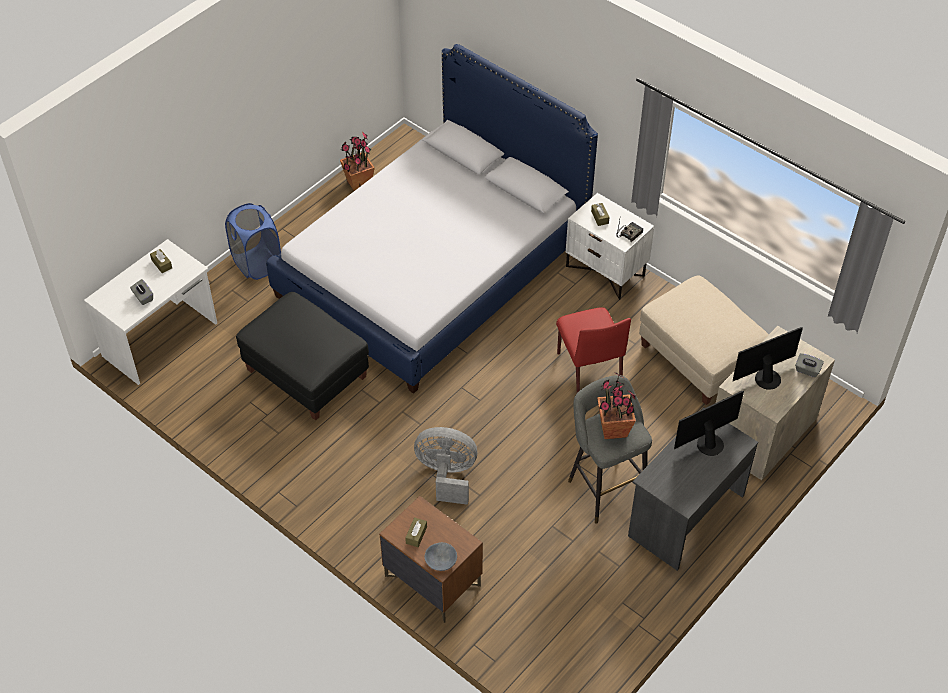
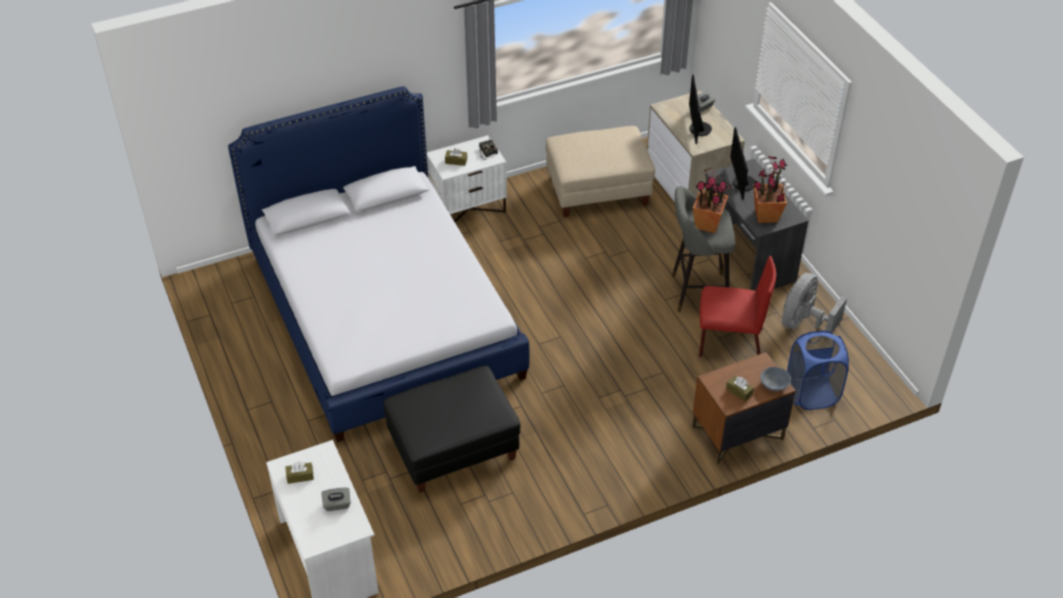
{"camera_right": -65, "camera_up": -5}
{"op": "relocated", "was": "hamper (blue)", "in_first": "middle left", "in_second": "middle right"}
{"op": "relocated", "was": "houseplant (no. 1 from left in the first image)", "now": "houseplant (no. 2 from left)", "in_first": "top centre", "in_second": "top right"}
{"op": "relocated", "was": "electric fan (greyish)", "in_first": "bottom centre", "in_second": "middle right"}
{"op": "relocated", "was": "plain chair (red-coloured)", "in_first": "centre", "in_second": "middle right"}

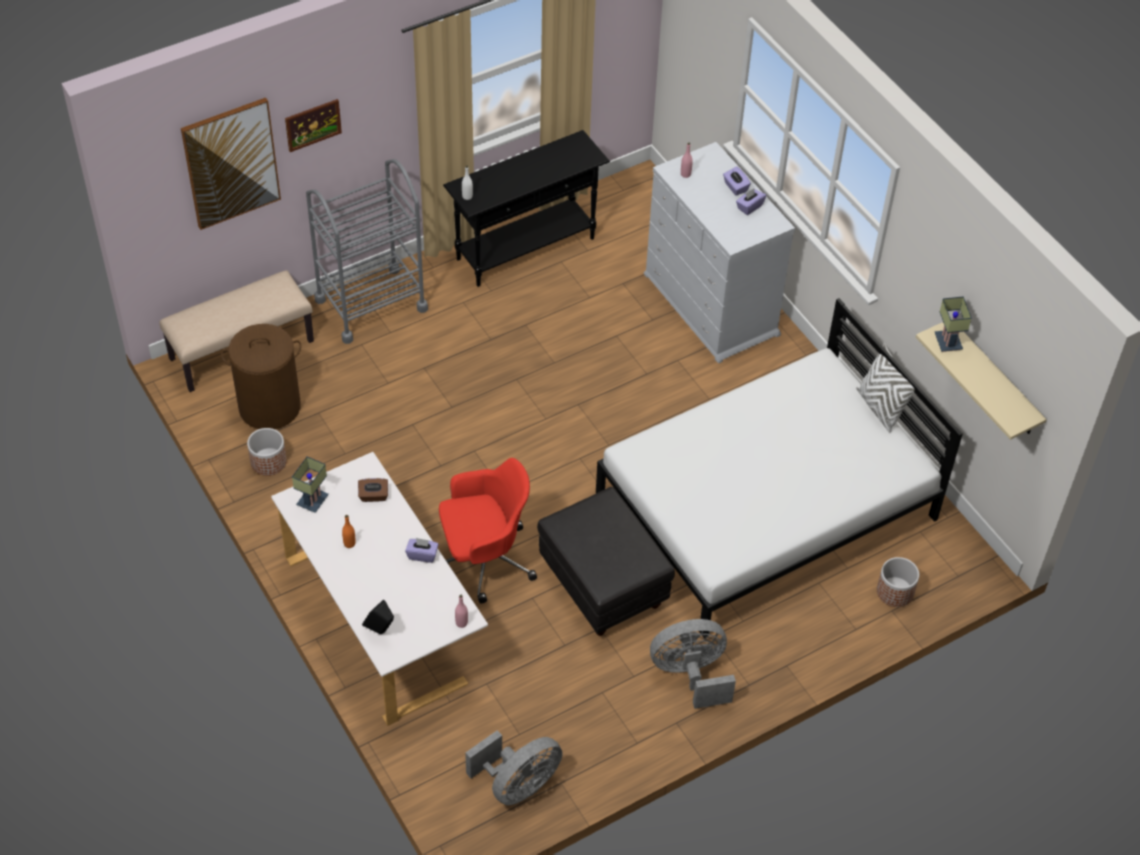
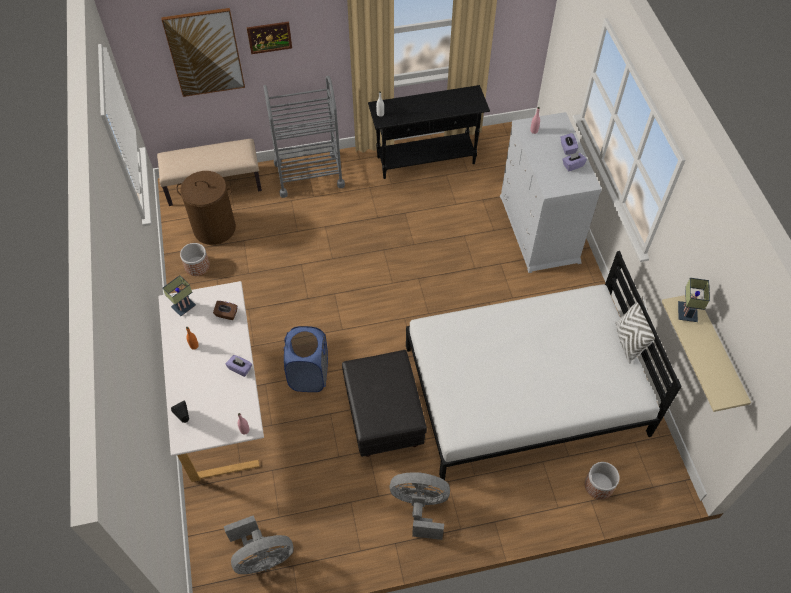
{"camera_right": 20, "camera_up": 5}
{"op": "exchanged", "was": "office chair (red-coloured)", "now": "hamper (blue)", "in_first": "centre", "in_second": "centre"}

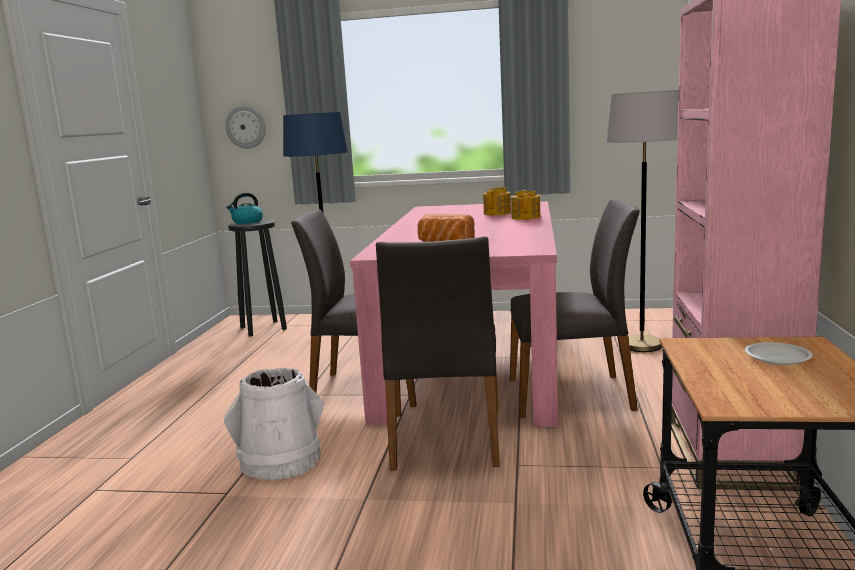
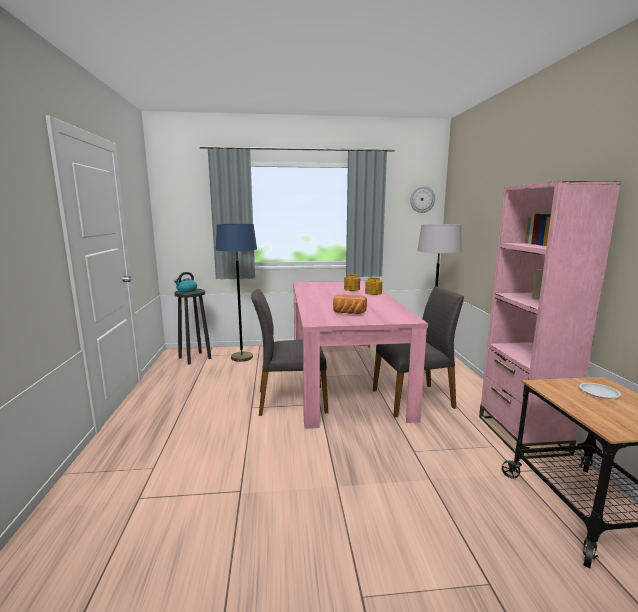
{"camera_right": -15, "camera_up": 0}
{"op": "missing", "was": "bucket (whitish)", "in_first": "bottom left"}
{"op": "missing", "was": "plain chair (greyish) (no. 2 from left)", "in_first": "centre"}
{"op": "relocated", "was": "hanging clock", "in_first": "top left", "in_second": "top centre"}

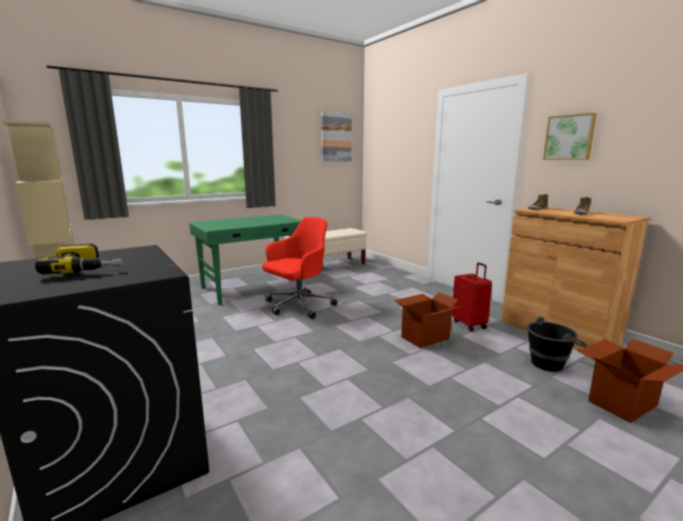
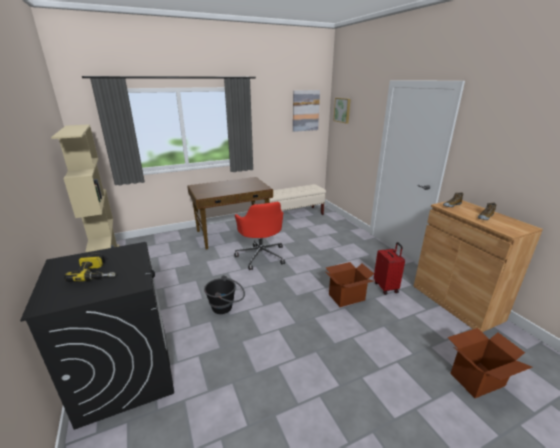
{"camera_right": 10, "camera_up": 10}
{"op": "relocated", "was": "bucket (blackish)", "in_first": "middle right", "in_second": "centre"}
{"op": "relocated", "was": "picture (no. 2 from left)", "in_first": "top right", "in_second": "top centre"}
{"op": "colour", "was": "desk (green-coloured)", "now": "desk (brown)", "in_first": "centre", "in_second": "centre"}
{"op": "spun", "was": "office chair (red-coloured)", "in_first": "centre", "in_second": "centre", "clockwise": 105}

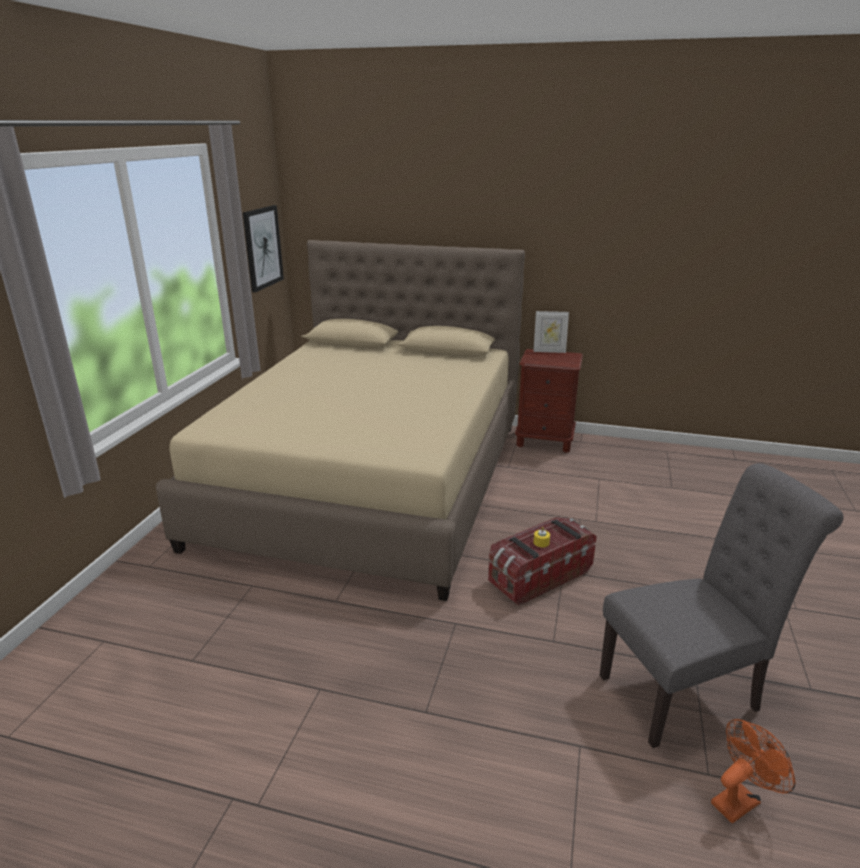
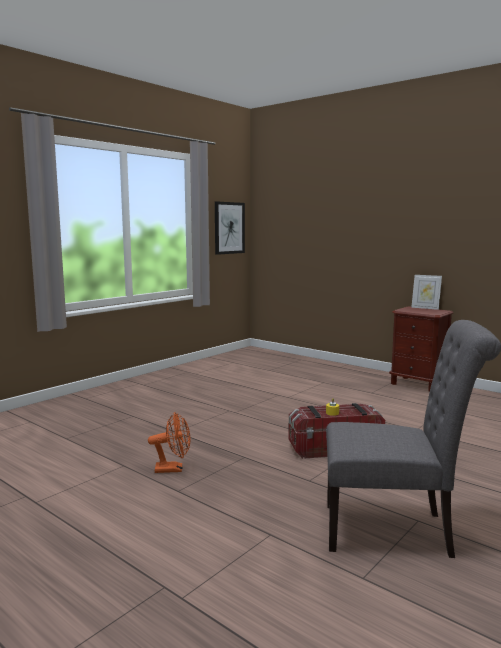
{"camera_right": 25, "camera_up": -15}
{"op": "missing", "was": "bed (beige)", "in_first": "centre"}
{"op": "relocated", "was": "electric fan (orange-coloured)", "in_first": "bottom right", "in_second": "bottom centre"}

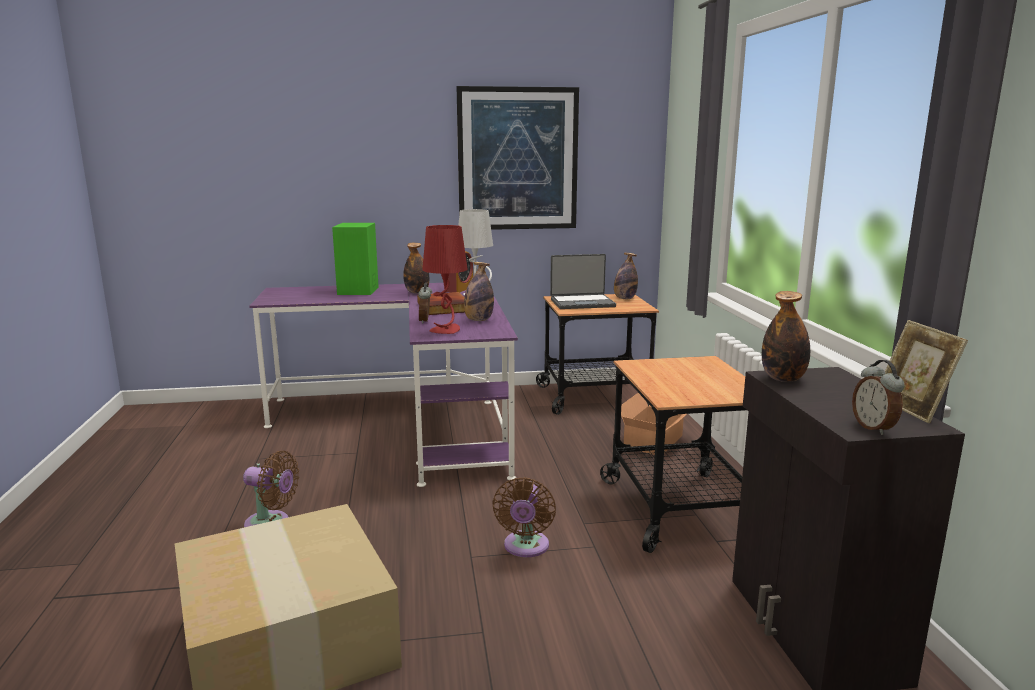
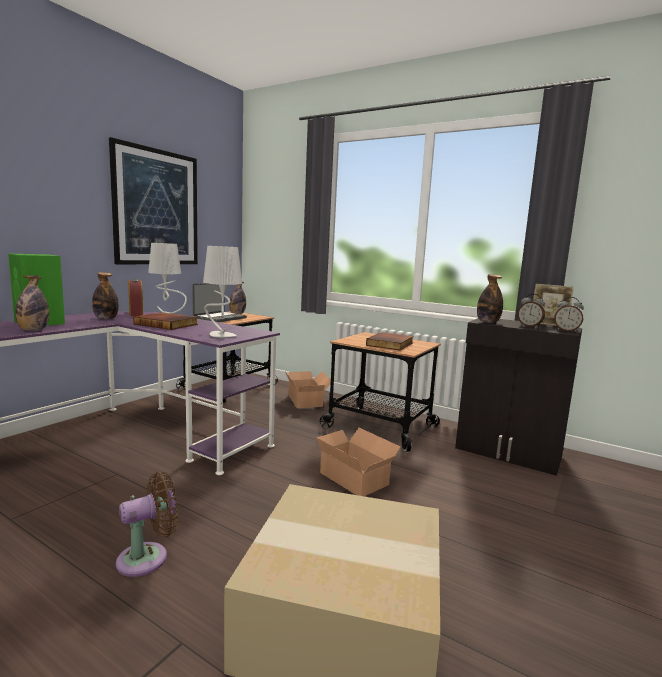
{"camera_right": -50, "camera_up": -5}
{"op": "appeared", "now": "volume (no. 2 from left)", "in_second": "centre"}
{"op": "relocated", "was": "table clock (no. 1 from left in the first image)", "now": "table clock (no. 2 from left)", "in_first": "centre", "in_second": "middle right"}
{"op": "relocated", "was": "drink bottle (no. 2 from left in the first image)", "now": "drink bottle (no. 1 from left)", "in_first": "centre", "in_second": "middle left"}
{"op": "exchanged", "was": "electric fan (brown) (no. 2 from left)", "now": "packing box (no. 3 from left)", "in_first": "bottom centre", "in_second": "bottom centre"}
{"op": "colour", "was": "tabletop lamp (red-coloured)", "now": "tabletop lamp (greyish) (no. 2 from left)", "in_first": "centre", "in_second": "centre"}

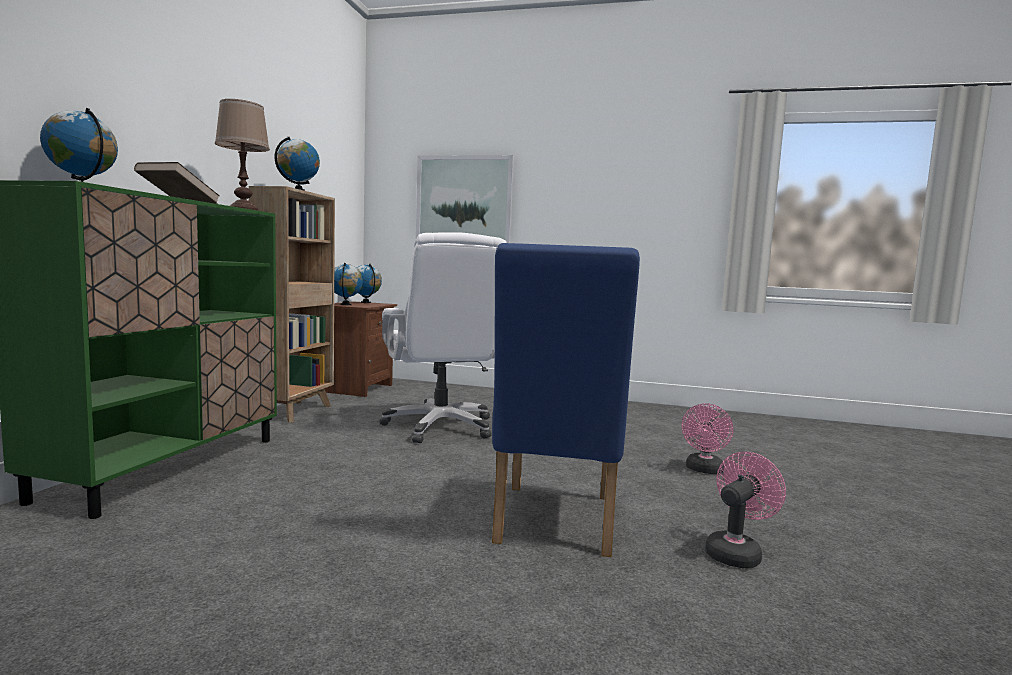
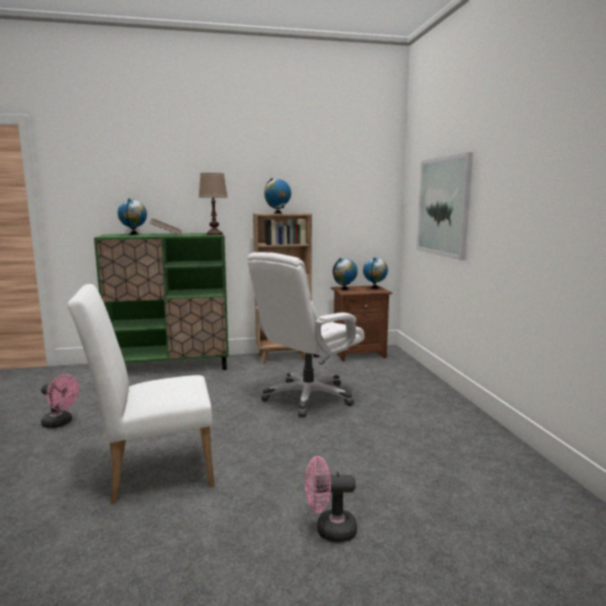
{"camera_right": 65, "camera_up": 5}
{"op": "relocated", "was": "electric fan (pinkish) (no. 2 from left in the first image)", "now": "electric fan (pinkish) (no. 1 from left)", "in_first": "bottom right", "in_second": "middle left"}
{"op": "colour", "was": "plain chair (blue)", "now": "plain chair (whitish)", "in_first": "centre", "in_second": "middle left"}

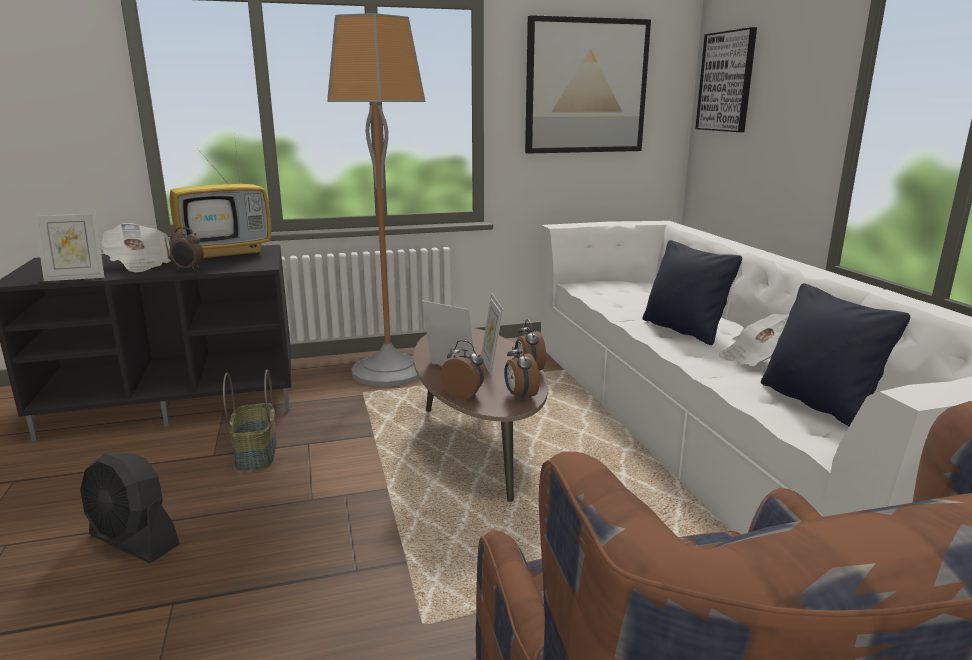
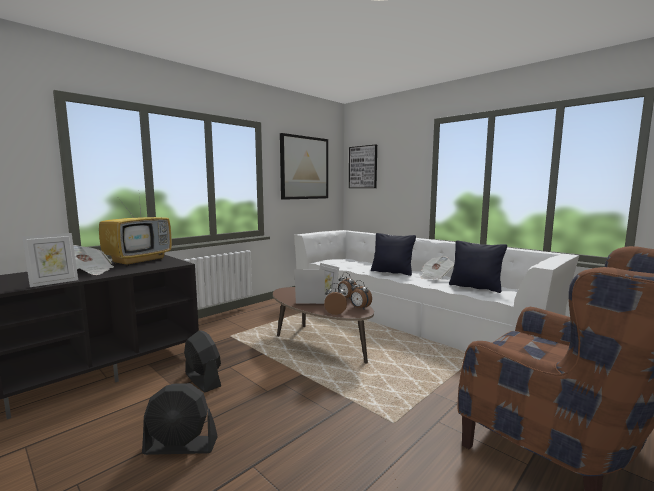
{"camera_right": -30, "camera_up": -10}
{"op": "missing", "was": "table clock (no. 1 from left)", "in_first": "middle left"}
{"op": "missing", "was": "standard lamp", "in_first": "top centre"}
{"op": "exchanged", "was": "household basket", "now": "electric fan (blackish) (no. 2 from left)", "in_first": "middle left", "in_second": "bottom left"}

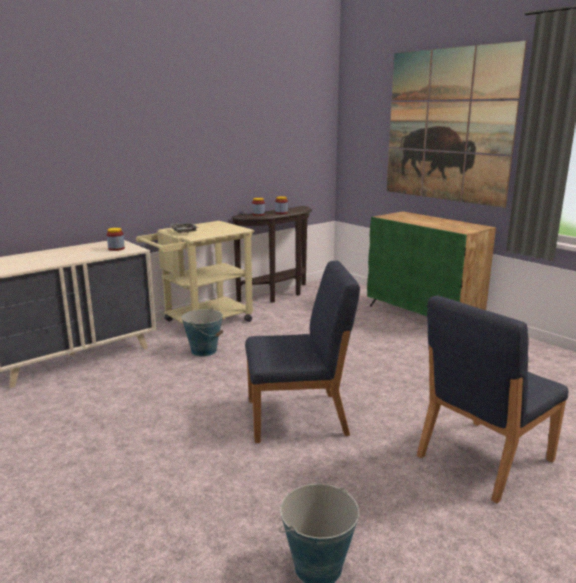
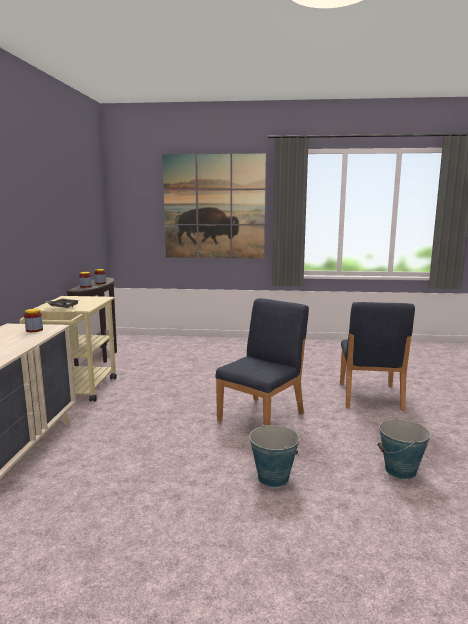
{"camera_right": -45, "camera_up": -5}
{"op": "missing", "was": "cabinet (green-coloured)", "in_first": "middle right"}
{"op": "relocated", "was": "bucket (no. 1 from left)", "in_first": "centre", "in_second": "bottom centre"}

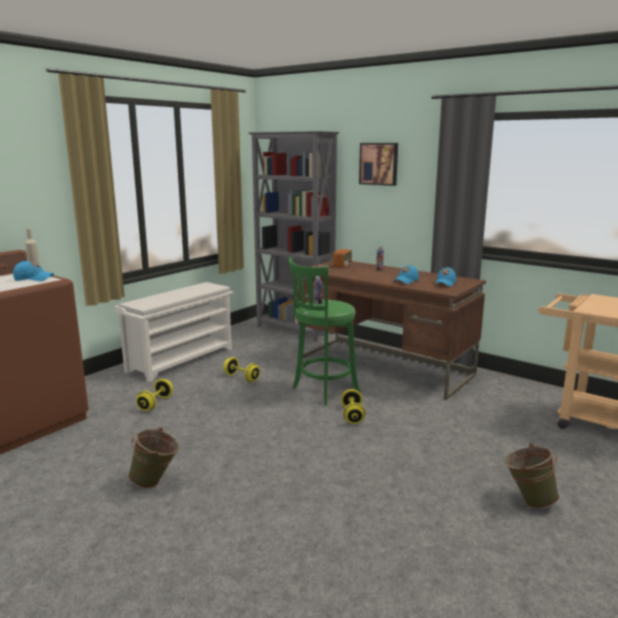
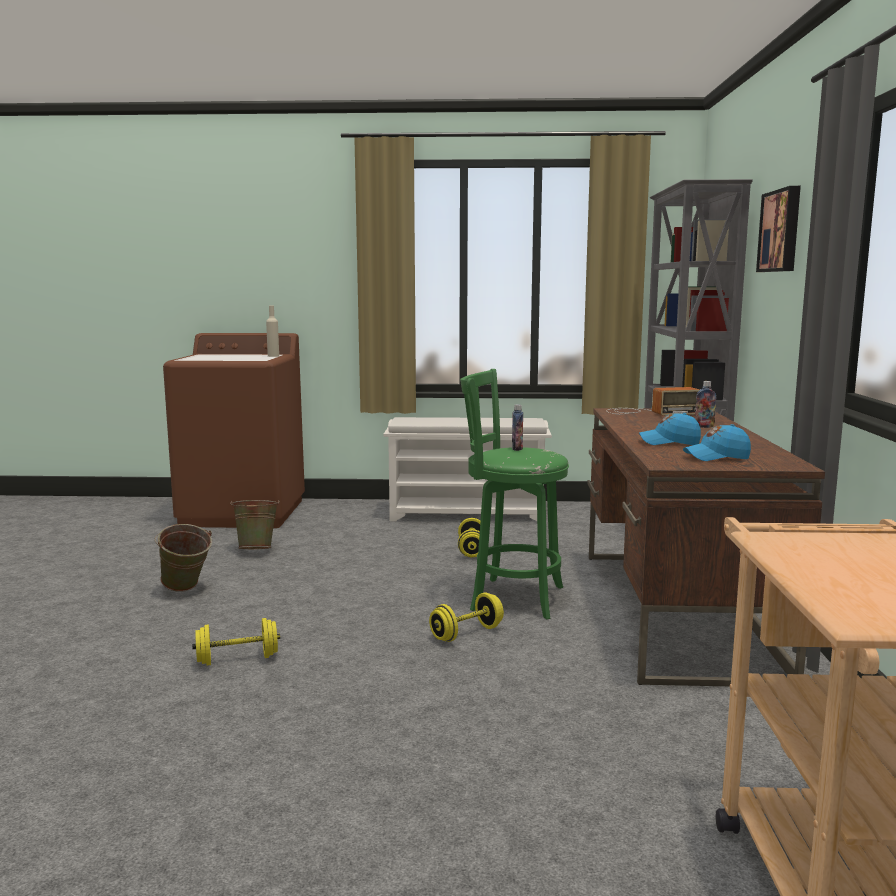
{"camera_right": 55, "camera_up": -5}
{"op": "missing", "was": "peaked cap (blue) (no. 1 from left)", "in_first": "middle left"}
{"op": "relocated", "was": "hand weight (yellow) (no. 1 from left)", "in_first": "middle left", "in_second": "bottom left"}
{"op": "relocated", "was": "bucket (green-coloured) (no. 2 from left)", "in_first": "bottom right", "in_second": "middle left"}

